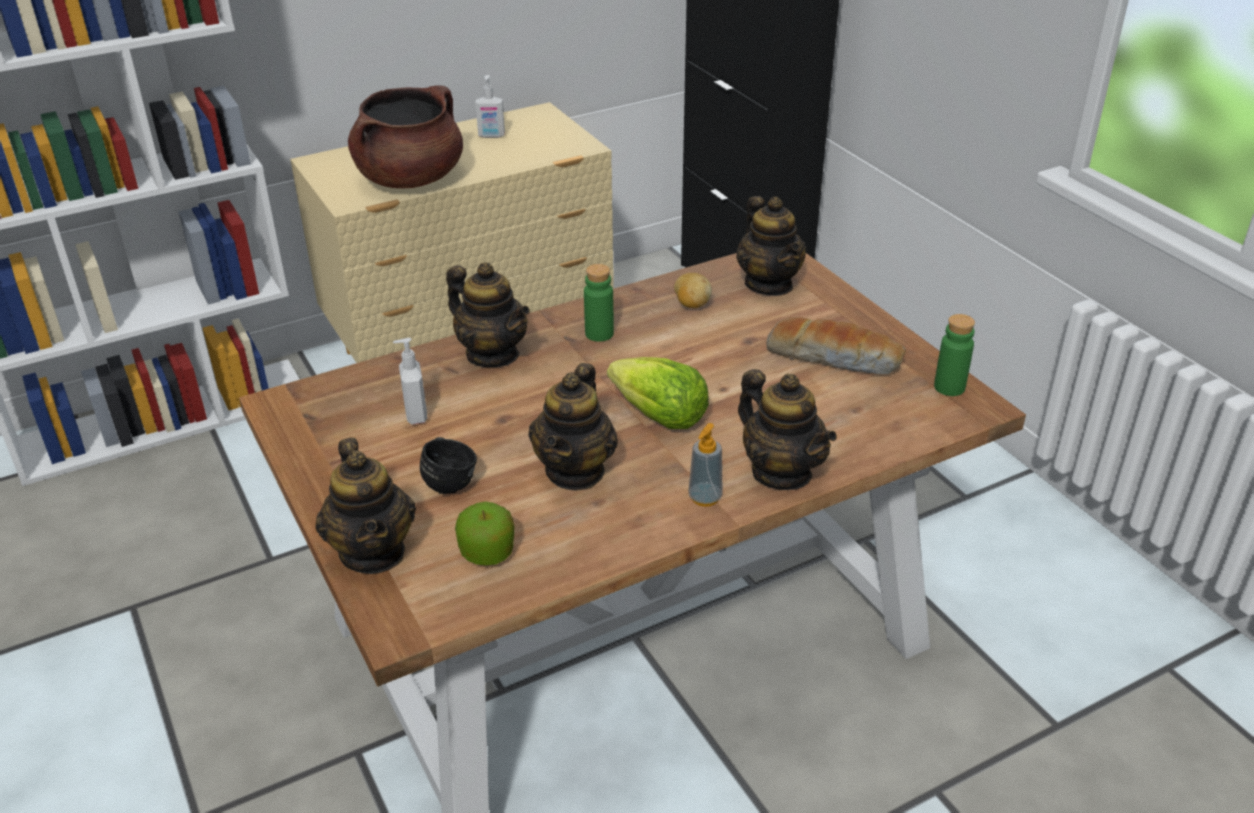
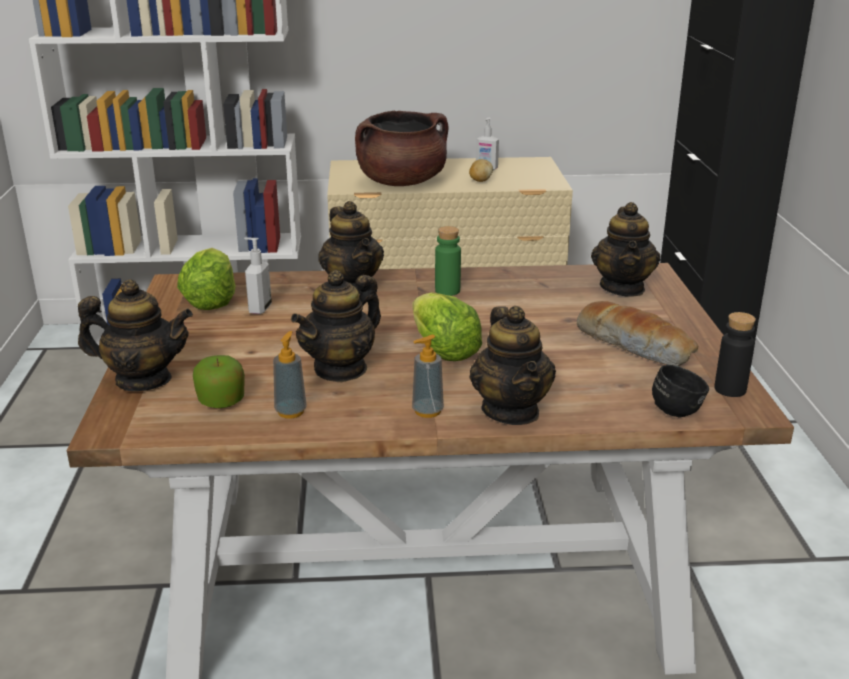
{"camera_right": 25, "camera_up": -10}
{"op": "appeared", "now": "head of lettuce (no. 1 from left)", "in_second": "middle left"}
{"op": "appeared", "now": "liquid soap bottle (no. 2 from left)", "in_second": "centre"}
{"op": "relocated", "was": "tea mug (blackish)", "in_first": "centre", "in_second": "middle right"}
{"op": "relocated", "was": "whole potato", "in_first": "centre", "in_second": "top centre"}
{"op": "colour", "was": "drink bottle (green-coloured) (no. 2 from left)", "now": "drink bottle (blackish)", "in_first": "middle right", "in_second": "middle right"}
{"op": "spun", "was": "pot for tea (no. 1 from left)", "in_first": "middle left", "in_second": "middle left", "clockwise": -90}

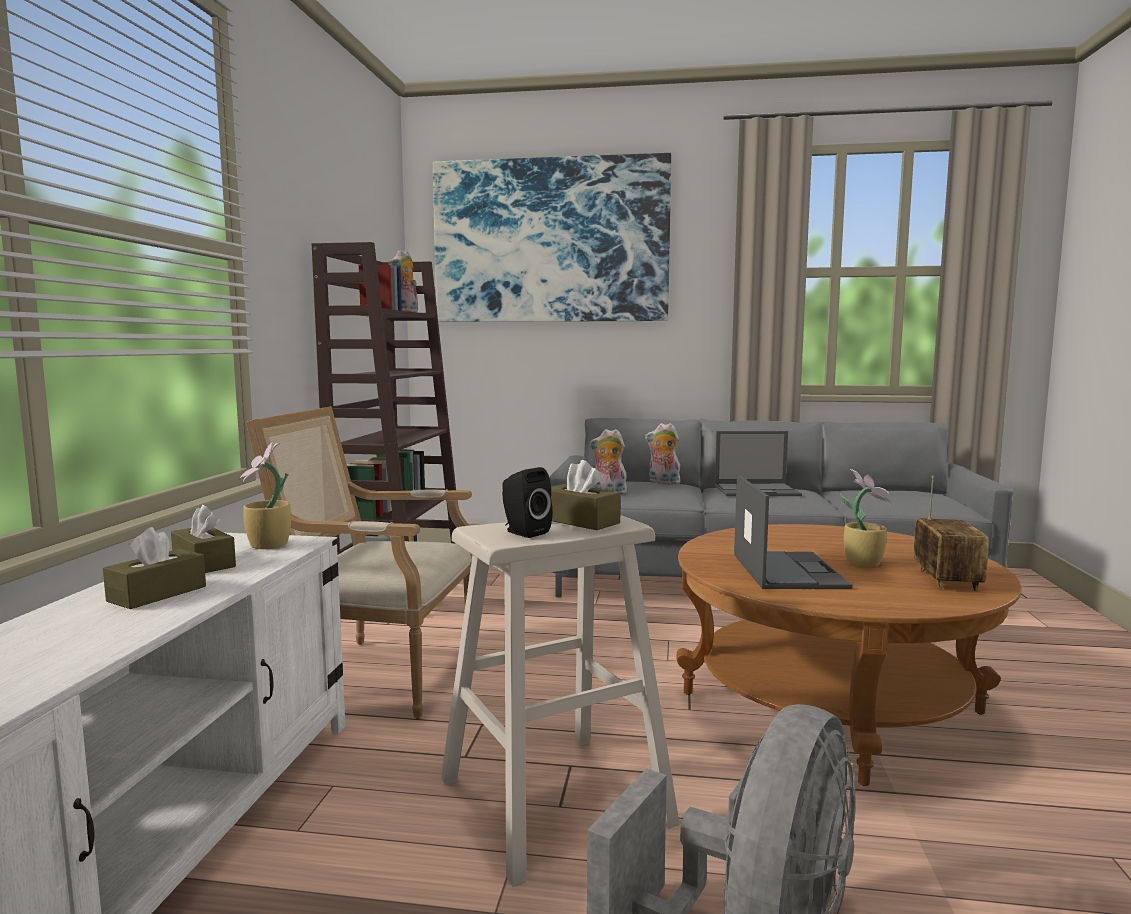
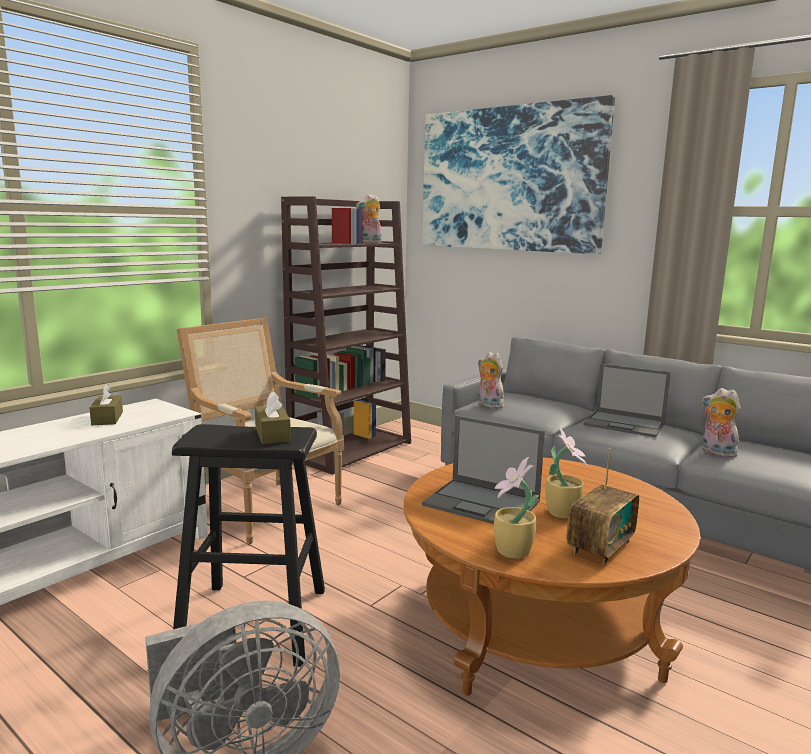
{"camera_right": 30, "camera_up": 5}
{"op": "missing", "was": "box of tissues (brown) (no. 1 from left)", "in_first": "middle left"}
{"op": "missing", "was": "audio speaker (blackish)", "in_first": "centre"}
{"op": "relocated", "was": "houseplant (no. 1 from left)", "in_first": "middle left", "in_second": "bottom centre"}
{"op": "relocated", "was": "plush toy (no. 3 from left)", "in_first": "centre", "in_second": "middle right"}
{"op": "colour", "was": "sitting stool (beige)", "now": "sitting stool (blackish)", "in_first": "bottom centre", "in_second": "bottom left"}
{"op": "spun", "was": "portable computer (no. 2 from left in the first image)", "in_first": "middle right", "in_second": "centre", "clockwise": 90}

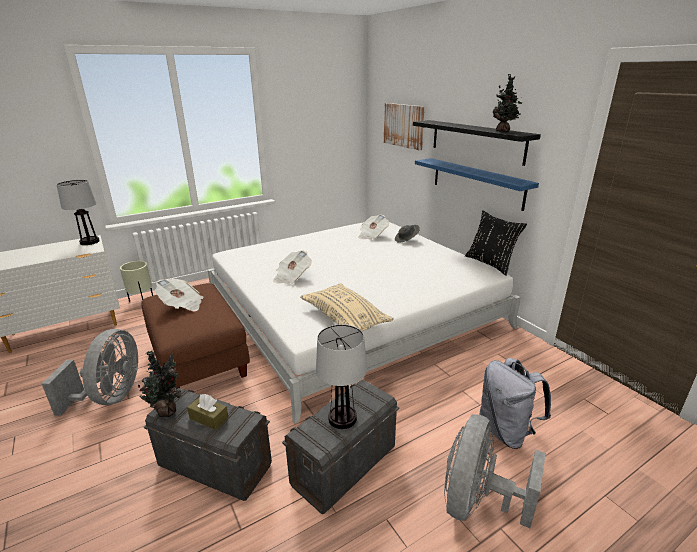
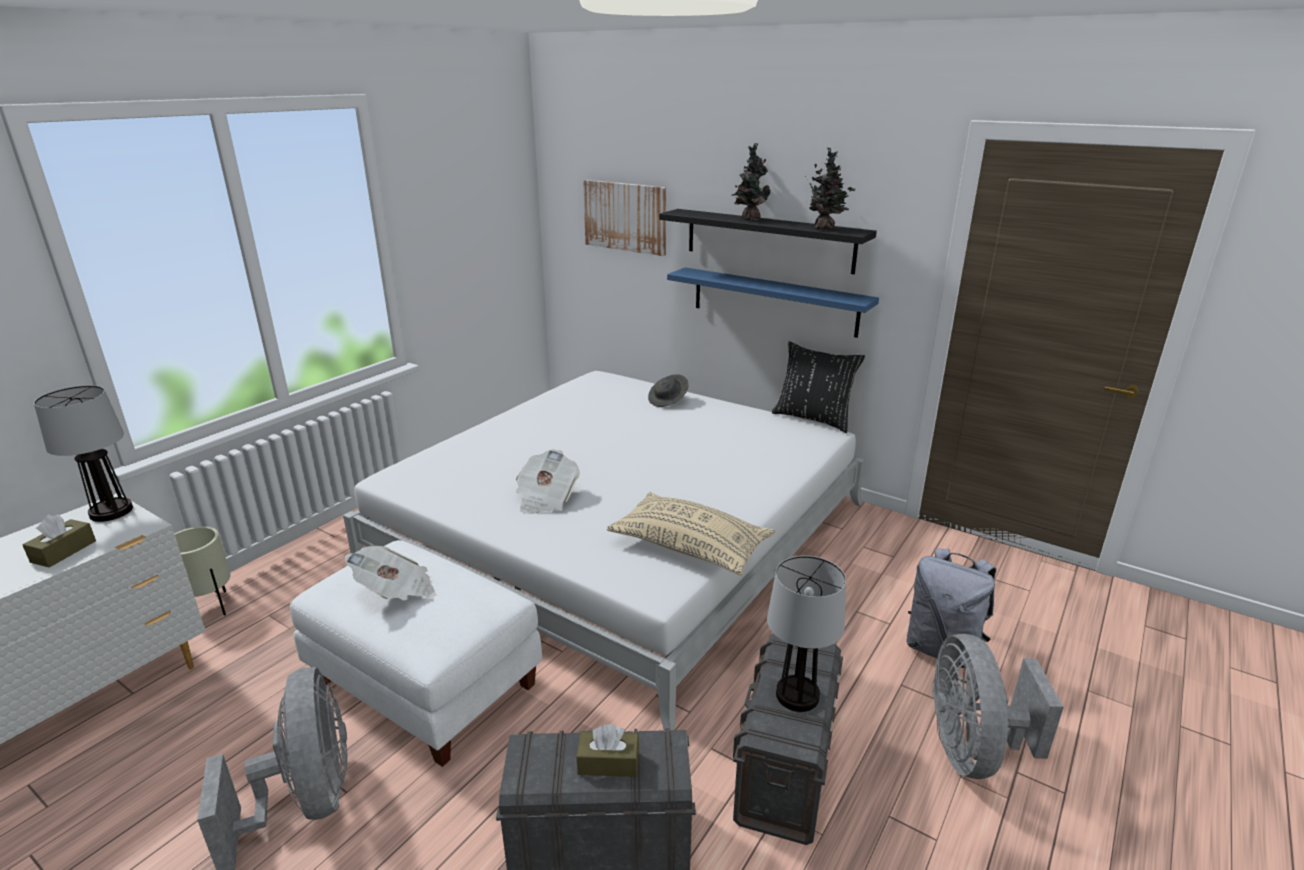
{"camera_right": -25, "camera_up": 0}
{"op": "missing", "was": "daily paper (no. 3 from left)", "in_first": "centre"}
{"op": "appeared", "now": "box of tissues (brown) (no. 1 from left)", "in_second": "middle left"}
{"op": "relocated", "was": "houseplant (no. 1 from left)", "in_first": "bottom left", "in_second": "top centre"}
{"op": "colour", "was": "pouffe (brown)", "now": "pouffe (whitish)", "in_first": "middle left", "in_second": "bottom left"}

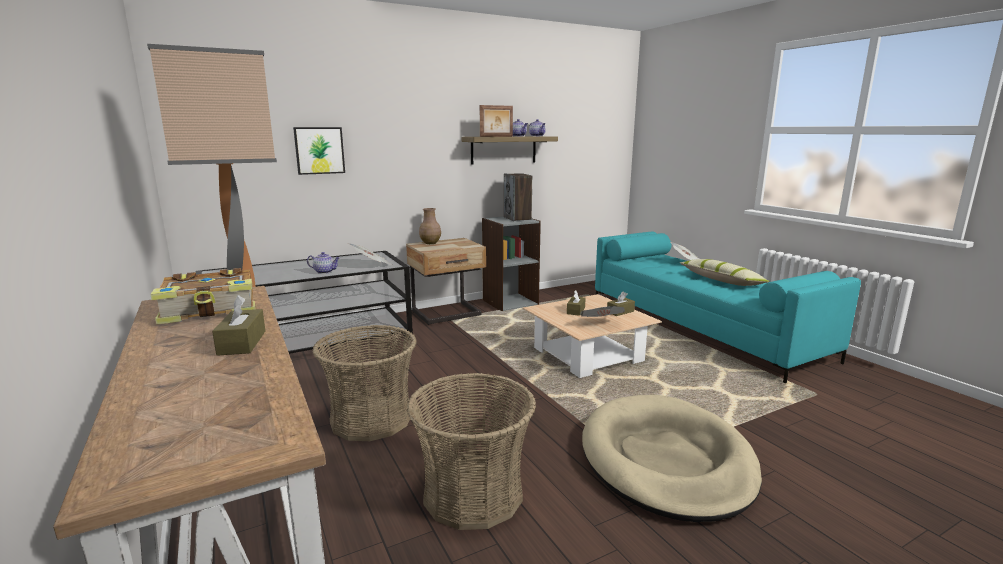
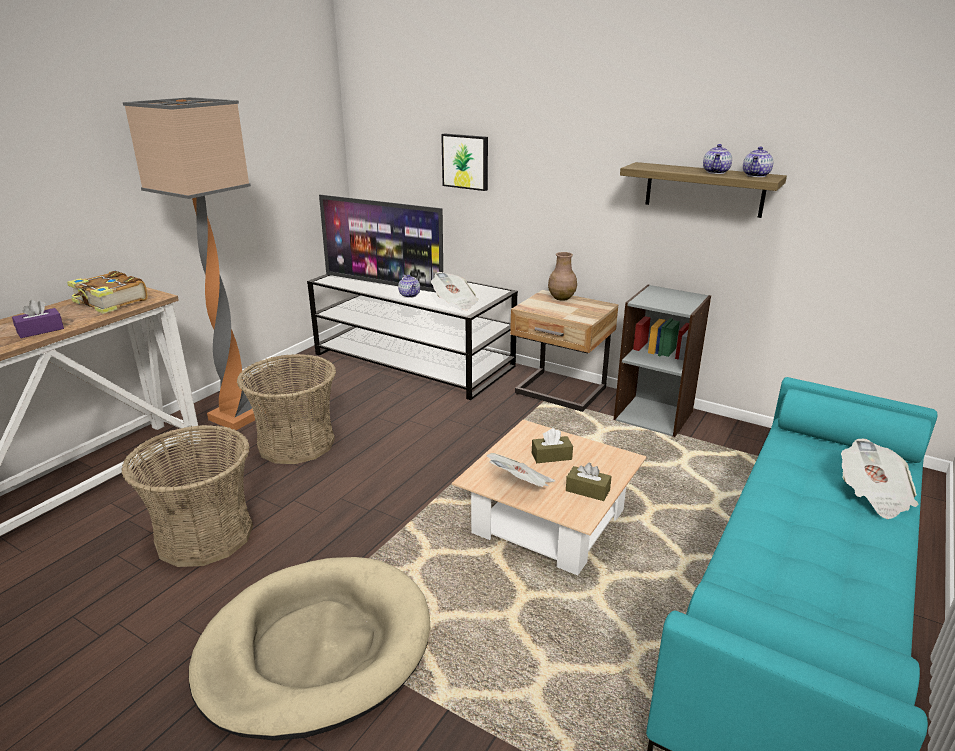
{"camera_right": 60, "camera_up": 10}
{"op": "missing", "was": "standing frame", "in_first": "top centre"}
{"op": "missing", "was": "audio speaker", "in_first": "centre"}
{"op": "missing", "was": "pillow", "in_first": "middle right"}
{"op": "appeared", "now": "television", "in_second": "top centre"}
{"op": "colour", "was": "box of tissues (brown) (no. 1 from left)", "now": "box of tissues (purple)", "in_first": "middle left", "in_second": "middle left"}

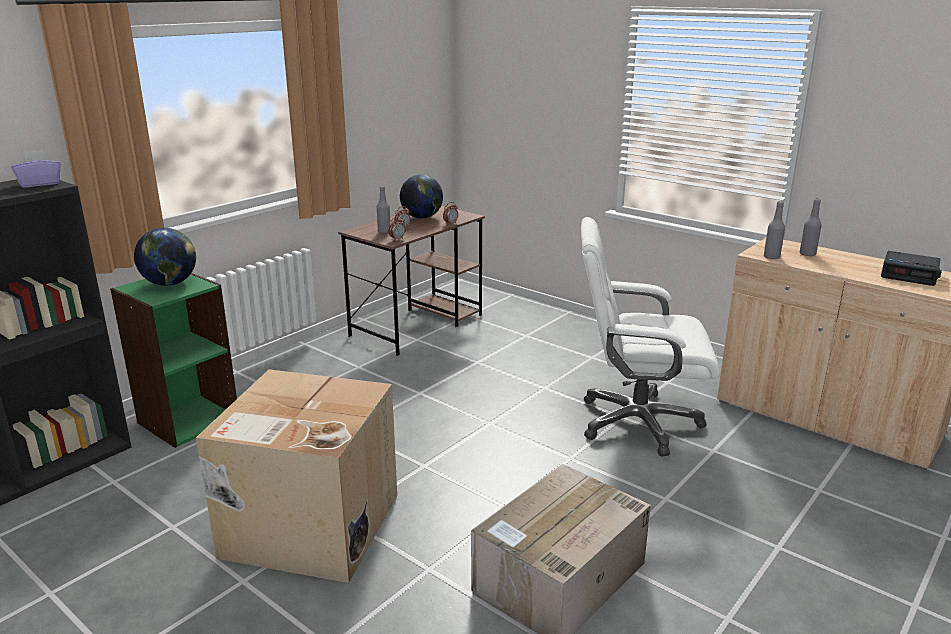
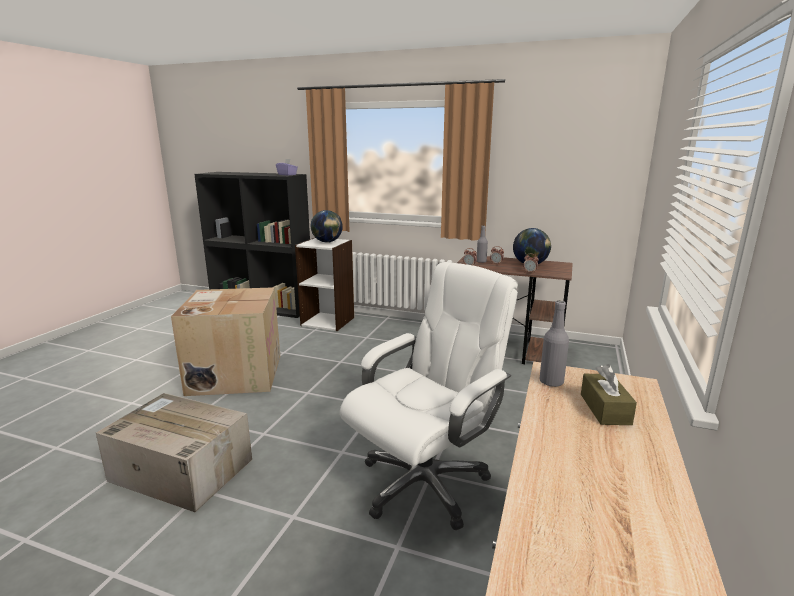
{"camera_right": 70, "camera_up": -5}
{"op": "missing", "was": "table clock (no. 4 from left)", "in_first": "middle right"}
{"op": "exchanged", "was": "drink bottle (greyish) (no. 3 from left)", "now": "box of tissues (brown)", "in_first": "middle right", "in_second": "middle right"}
{"op": "colour", "was": "shelving unit (green-coloured)", "now": "shelving unit (whitish)", "in_first": "middle left", "in_second": "centre"}
{"op": "spun", "was": "office chair (whitish)", "in_first": "middle right", "in_second": "centre", "clockwise": 60}

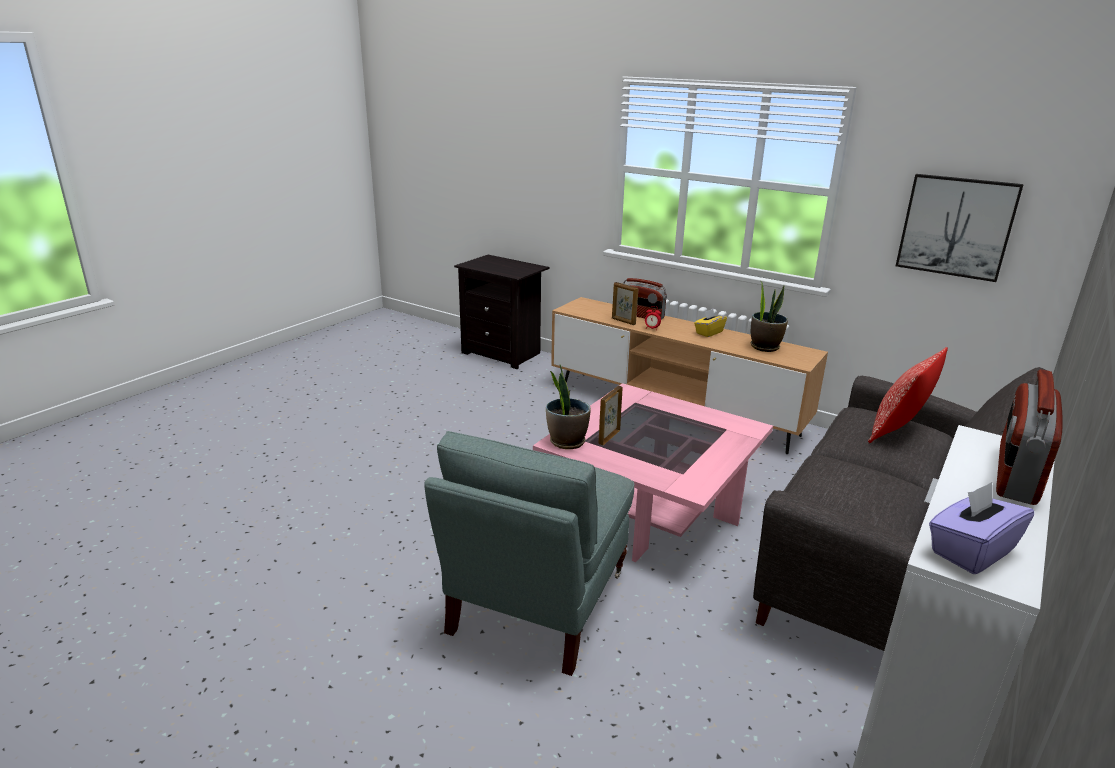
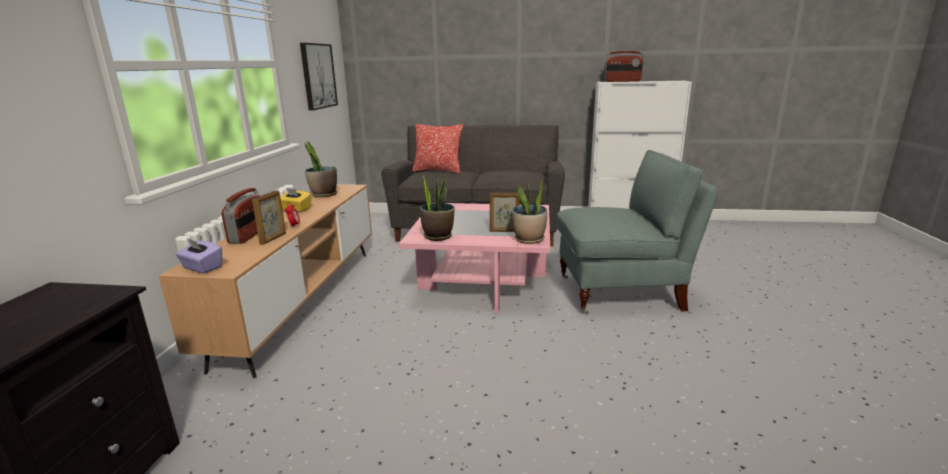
{"camera_right": -115, "camera_up": -5}
{"op": "appeared", "now": "houseplant (no. 2 from left)", "in_second": "centre"}
{"op": "relocated", "was": "box of tissues (purple)", "in_first": "bottom right", "in_second": "middle left"}

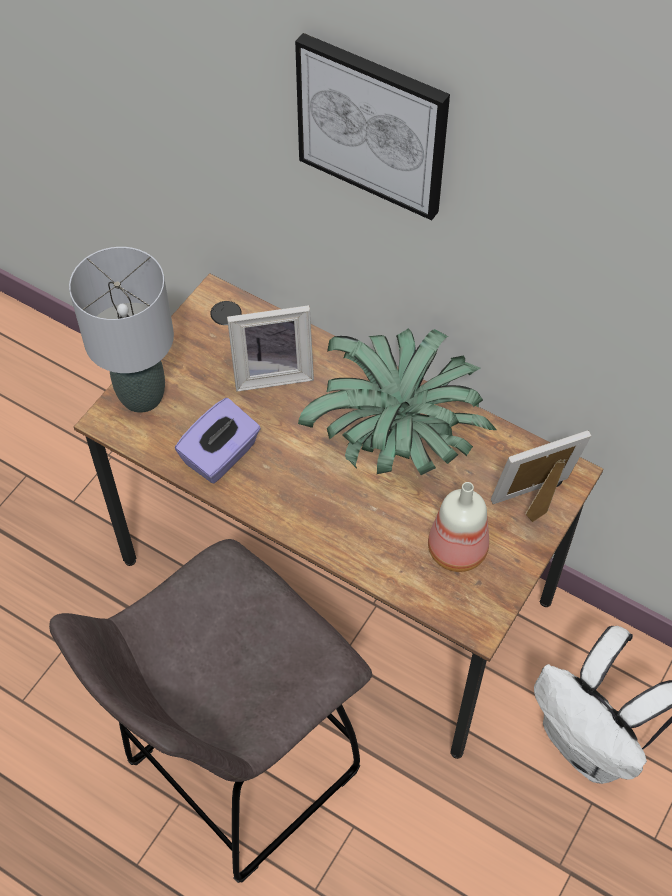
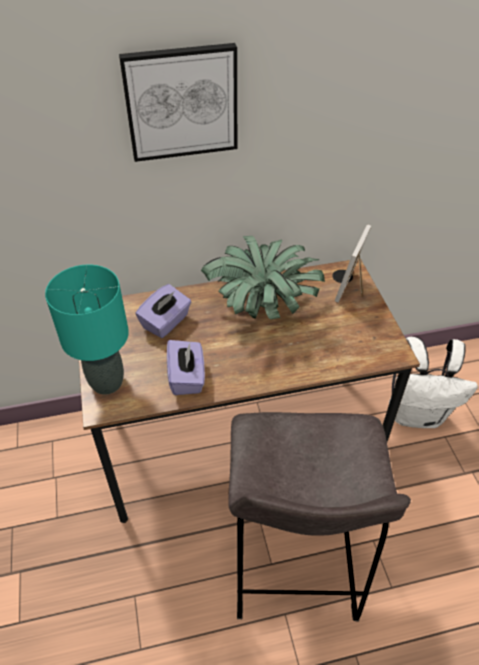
{"camera_right": -45, "camera_up": -10}
{"op": "missing", "was": "drink bottle", "in_first": "middle right"}
{"op": "exchanged", "was": "standing frame (no. 1 from left)", "now": "box of tissues (purple) (no. 1 from left)", "in_first": "centre", "in_second": "centre"}
{"op": "colour", "was": "tabletop lamp (greyish)", "now": "tabletop lamp (turquoise-coloured)", "in_first": "middle left", "in_second": "middle left"}

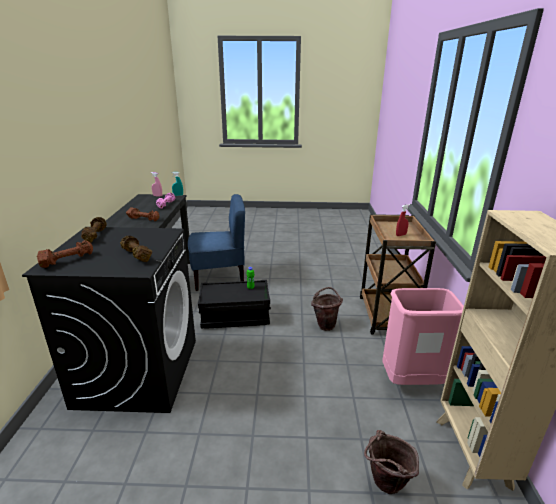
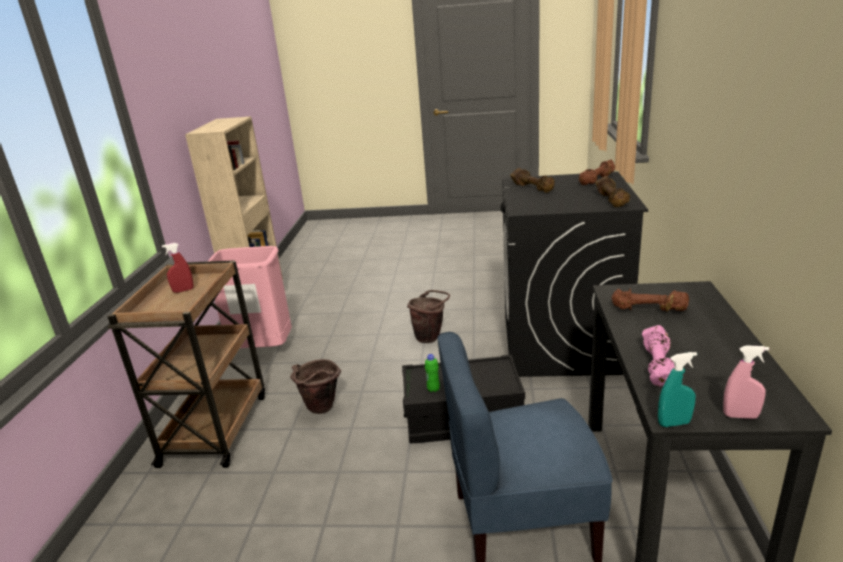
{"camera_right": -175, "camera_up": 0}
{"op": "relocated", "was": "bucket (brown) (no. 2 from left)", "in_first": "bottom right", "in_second": "centre"}

